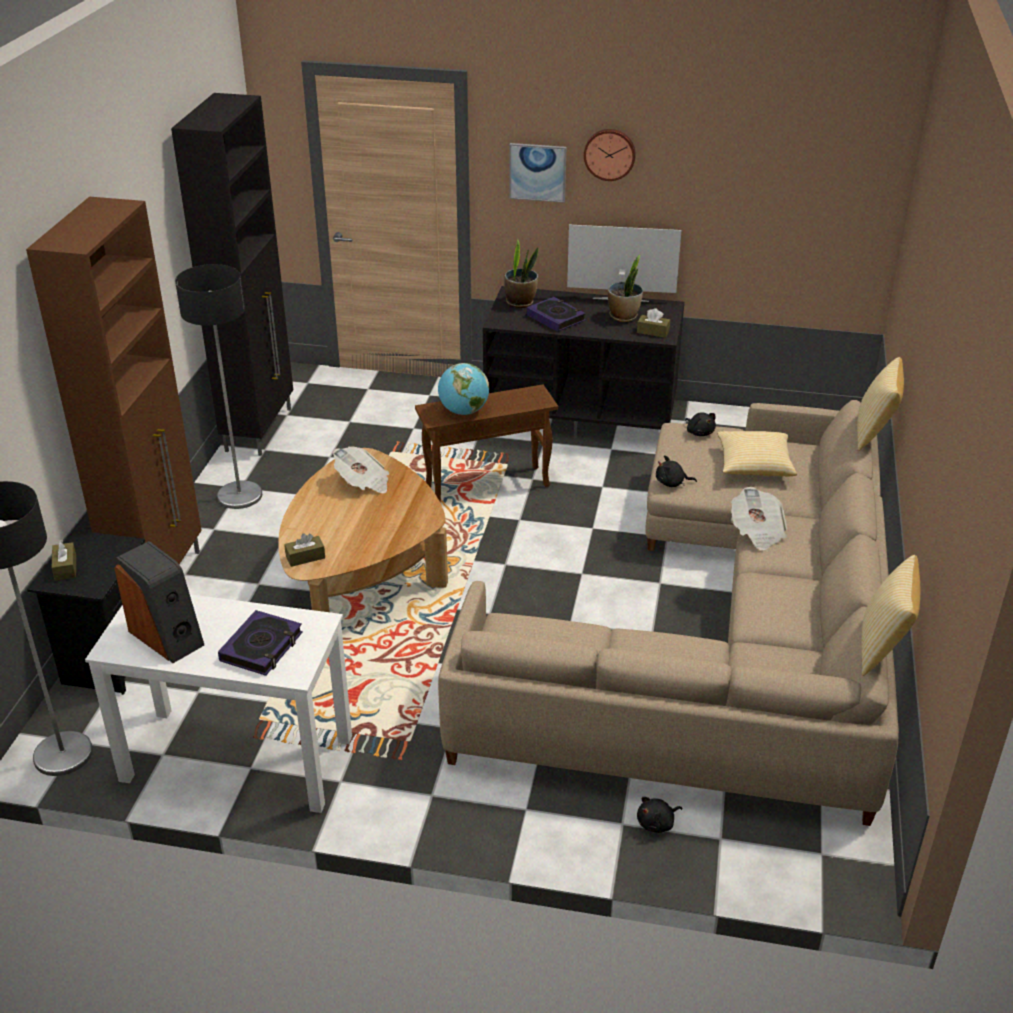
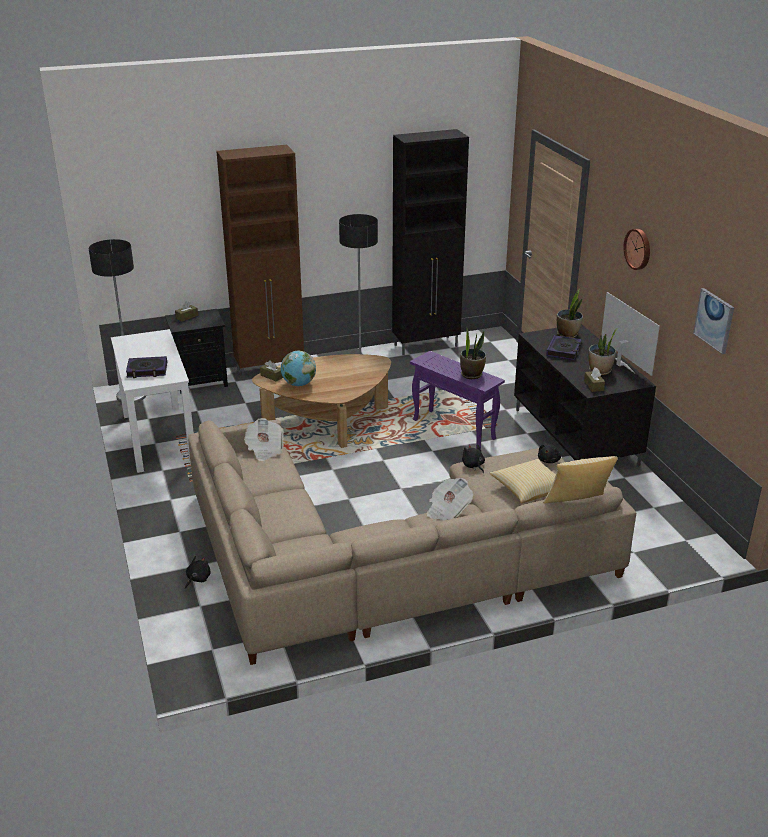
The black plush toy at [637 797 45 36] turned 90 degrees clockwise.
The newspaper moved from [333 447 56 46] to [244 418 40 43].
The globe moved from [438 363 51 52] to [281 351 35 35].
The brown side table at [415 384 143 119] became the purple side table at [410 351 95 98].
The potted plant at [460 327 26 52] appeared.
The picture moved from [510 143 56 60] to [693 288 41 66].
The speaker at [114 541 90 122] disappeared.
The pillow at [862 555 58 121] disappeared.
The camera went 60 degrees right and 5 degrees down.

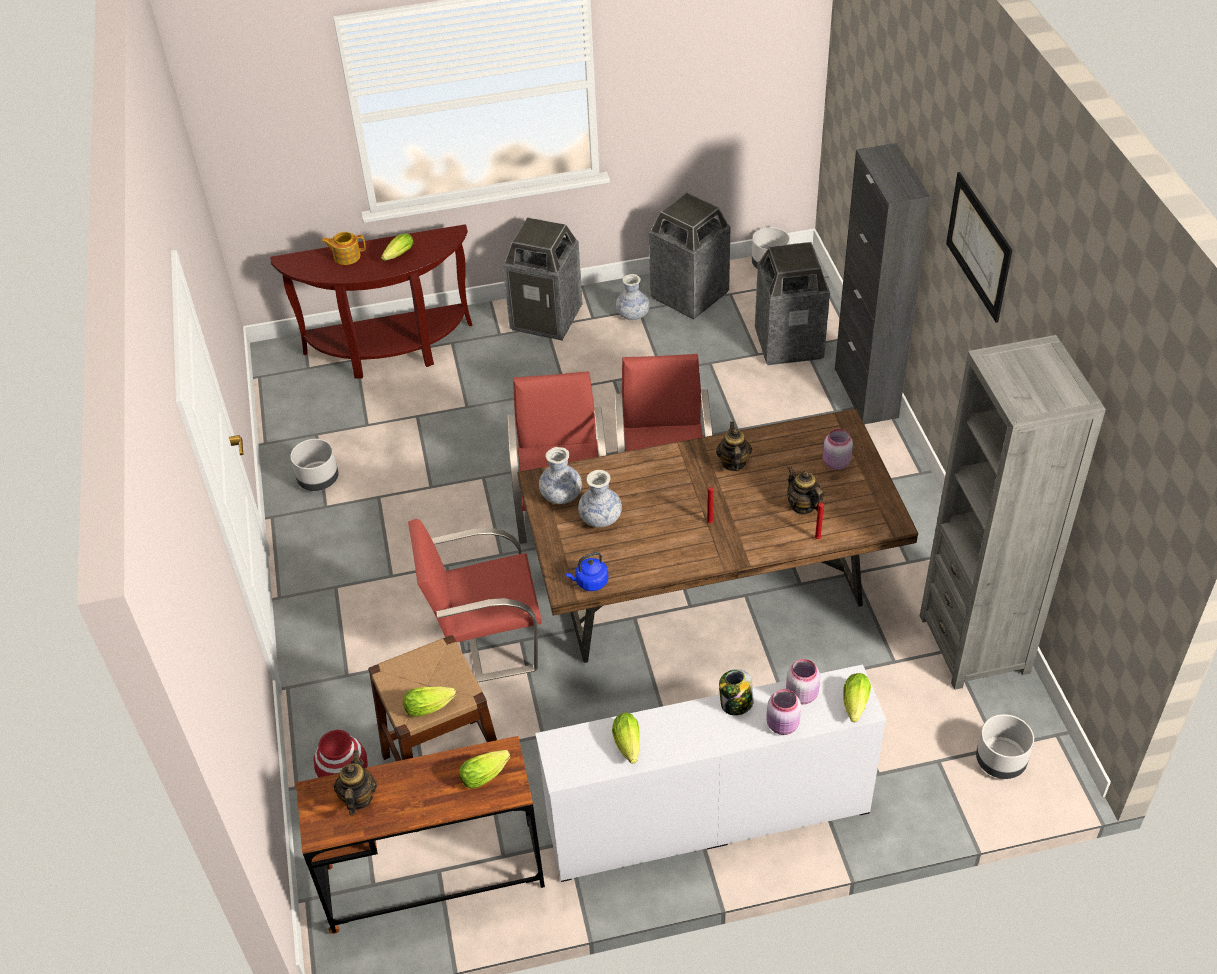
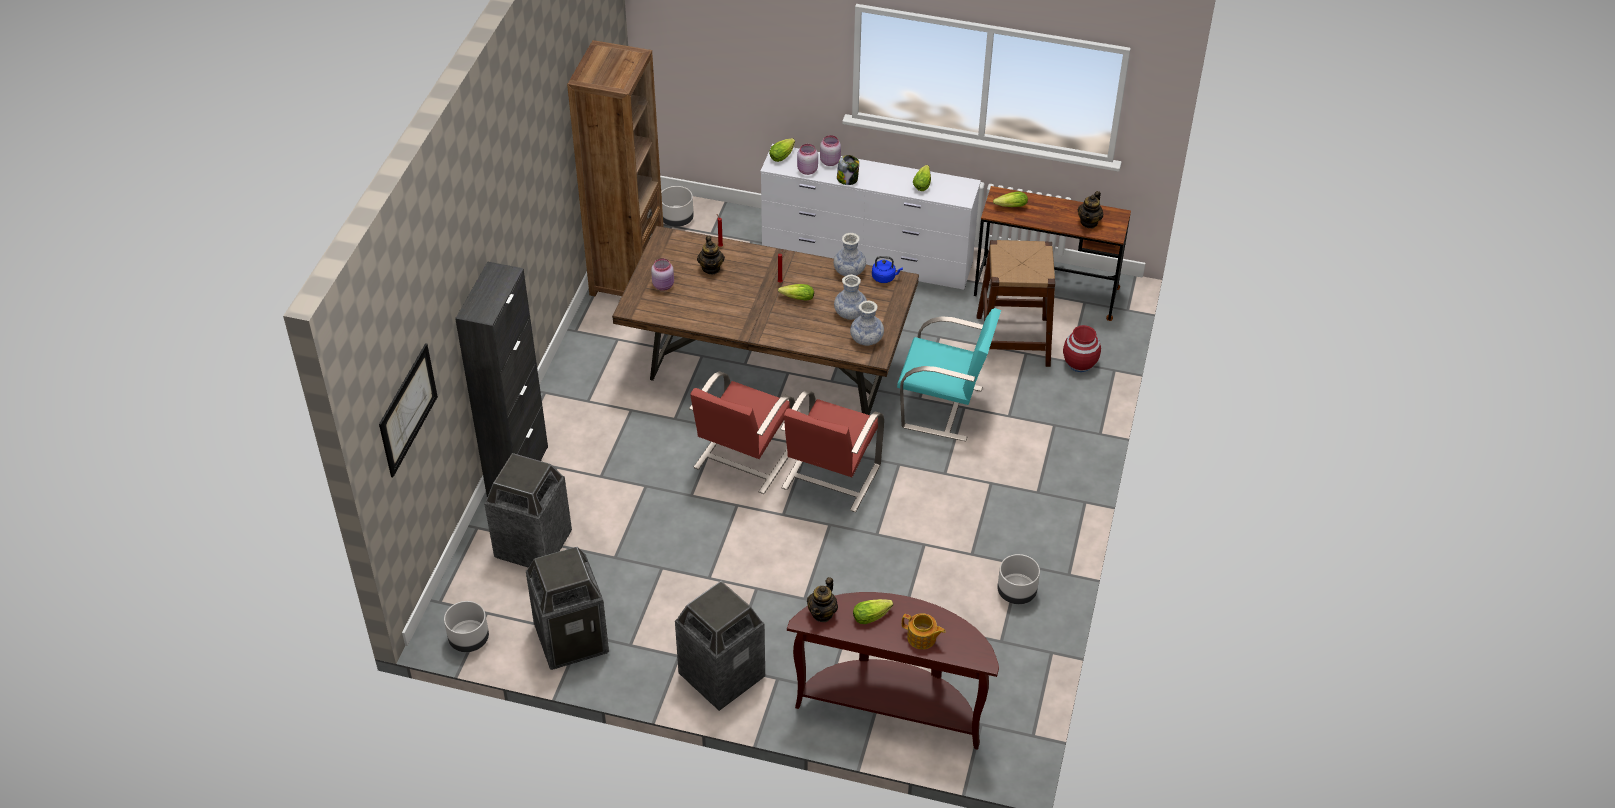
The picture moved from [946 172 67 151] to [379 343 59 134].
The grey bookcase at [920 335 186 355] became the brown bookcase at [567 40 97 257].
The lettuce moved from [403 686 53 31] to [778 284 36 17].
The teapot moved from [716 422 36 49] to [807 577 31 45].
The vase moved from [616 274 33 47] to [834 233 32 43].
The red chair at [408 519 134 163] became the turquoise chair at [897 308 104 133].
The camera went 155 degrees left and 0 degrees up.

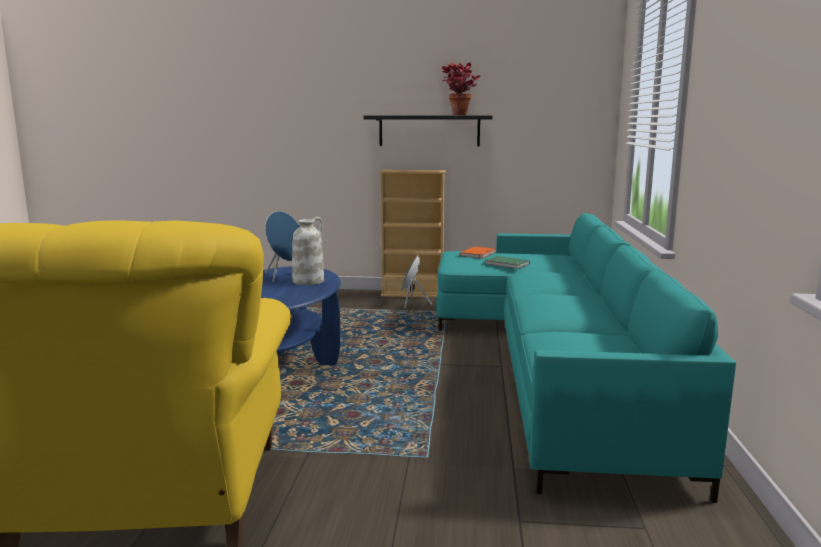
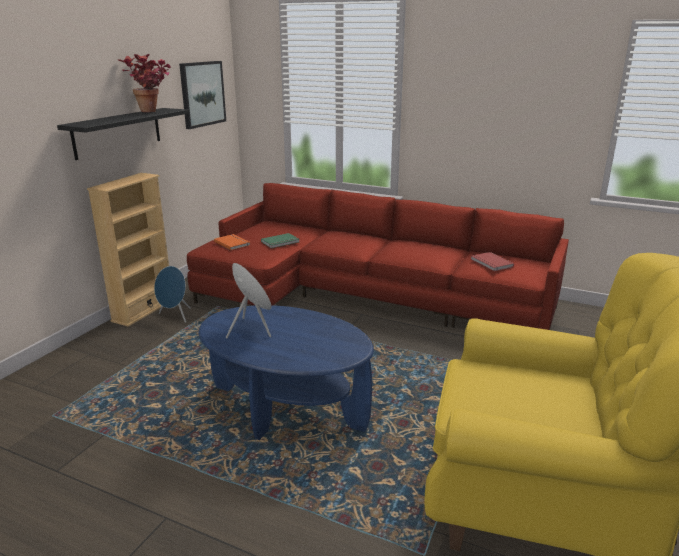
The picture at [179 61 47 68] appeared.
The turquoise sofa at [436 213 300 290] became the red sofa at [187 183 382 147].
The red book at [471 252 43 19] appeared.
The white vase at [292 217 32 68] disappeared.
The camera went 70 degrees left and 10 degrees up.

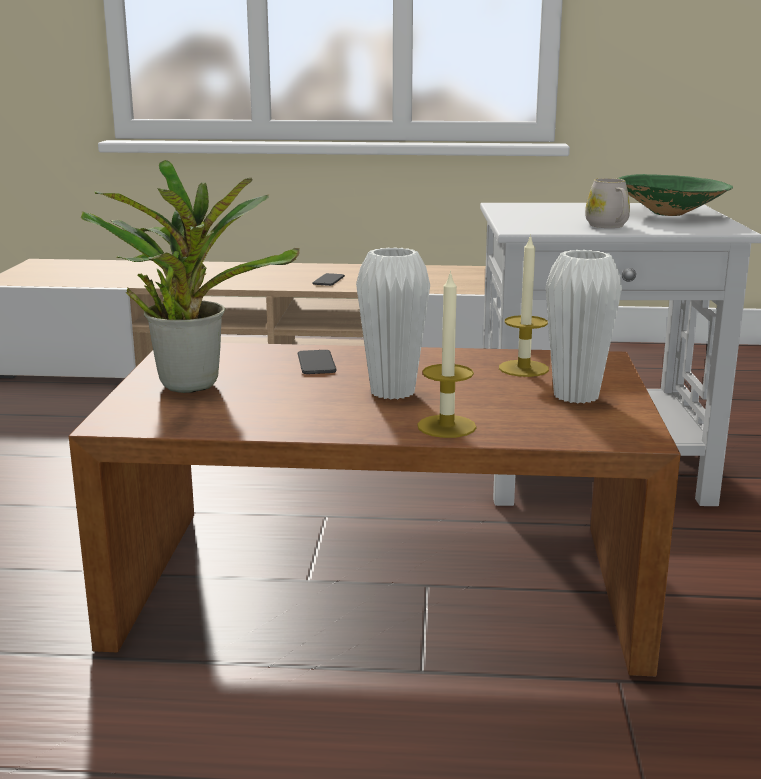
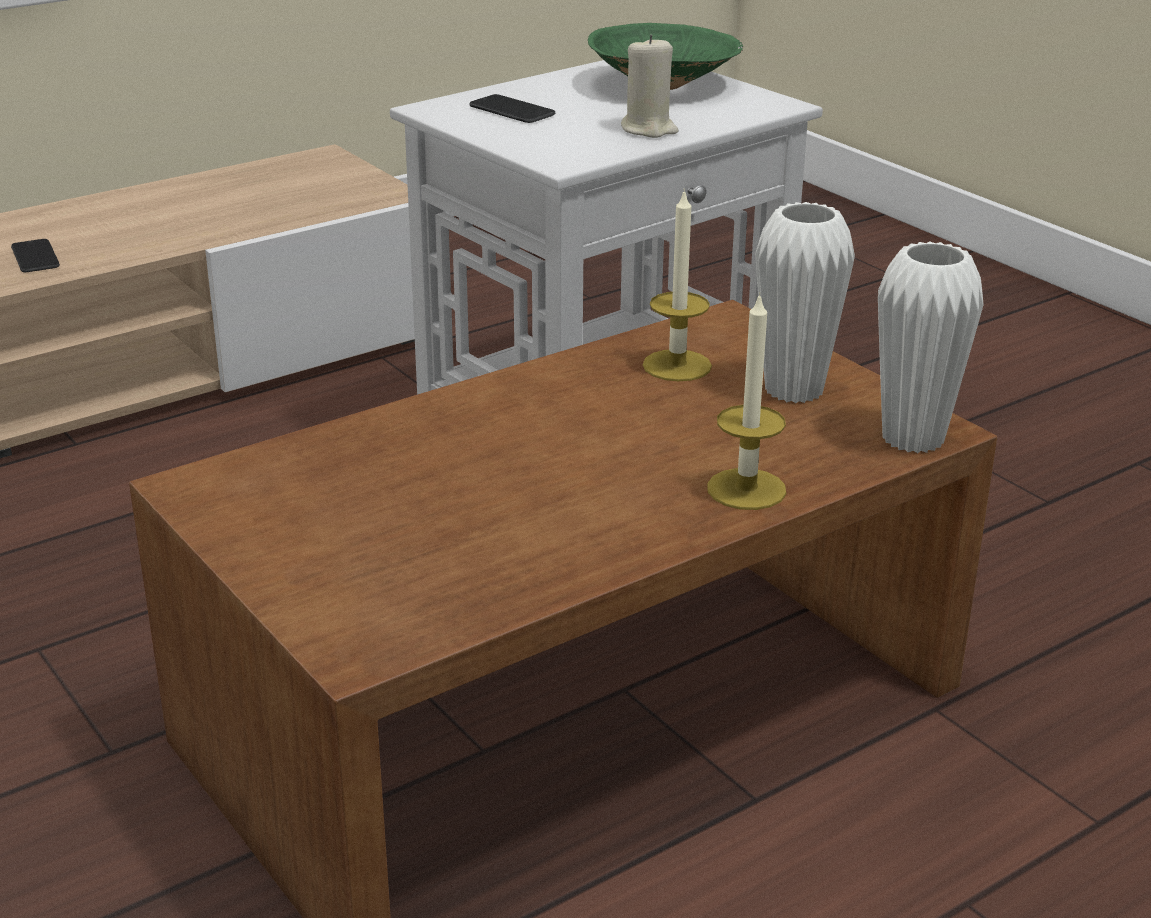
The phone moved from [298 350 39 24] to [470 94 85 29].
The white mug at [585 178 45 50] was replaced by the beige candle at [621 35 58 103].
The white vase moved from [356 247 74 152] to [878 241 106 212].
The potted plant at [81 160 219 233] disappeared.
The camera went 40 degrees left and 10 degrees up.

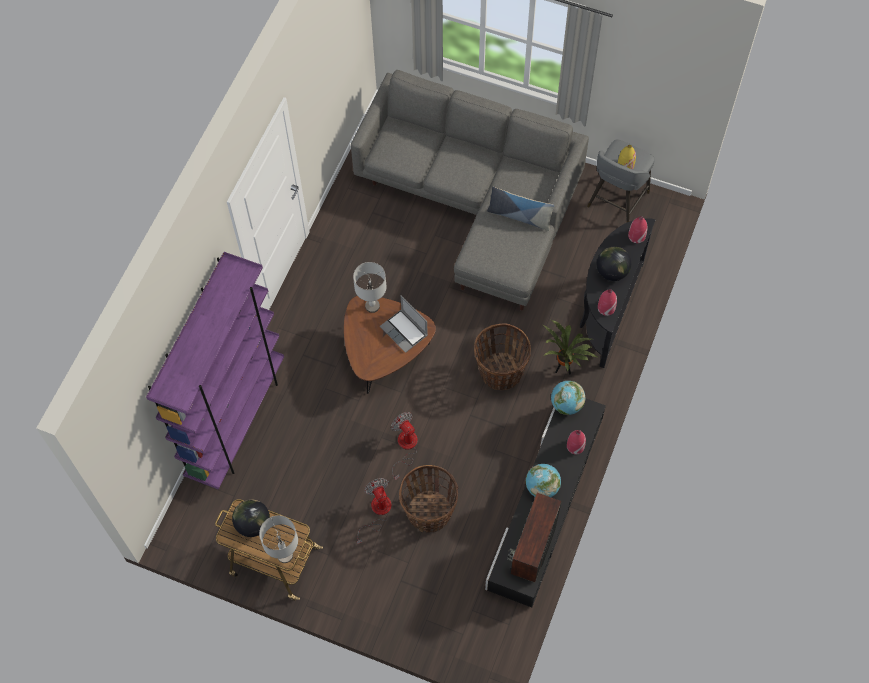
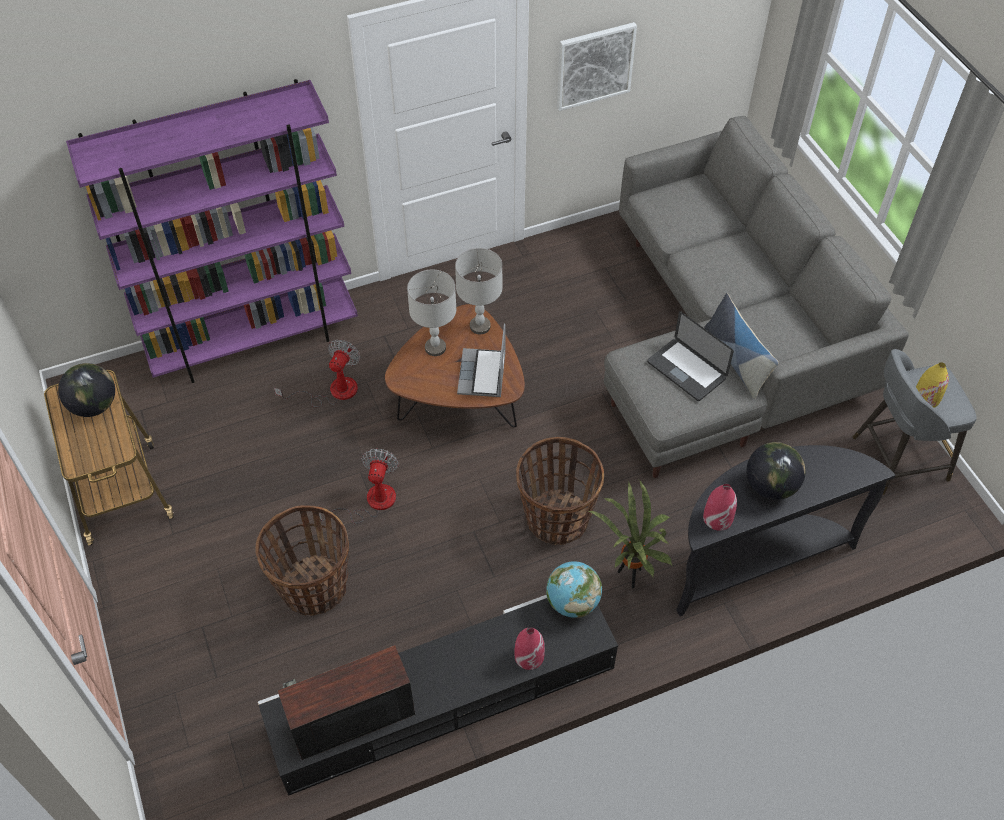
The fan moved from [357 478 35 66] to [274 339 86 68].
The grey table lamp moved from [259 516 39 47] to [407 270 49 86].
The picture at [557 22 80 89] appeared.
The laptop at [647 311 87 90] appeared.
The globe at [526 464 35 33] disappeared.
The red vase at [628 216 20 27] disappeared.
The camera went 45 degrees right and 10 degrees down.

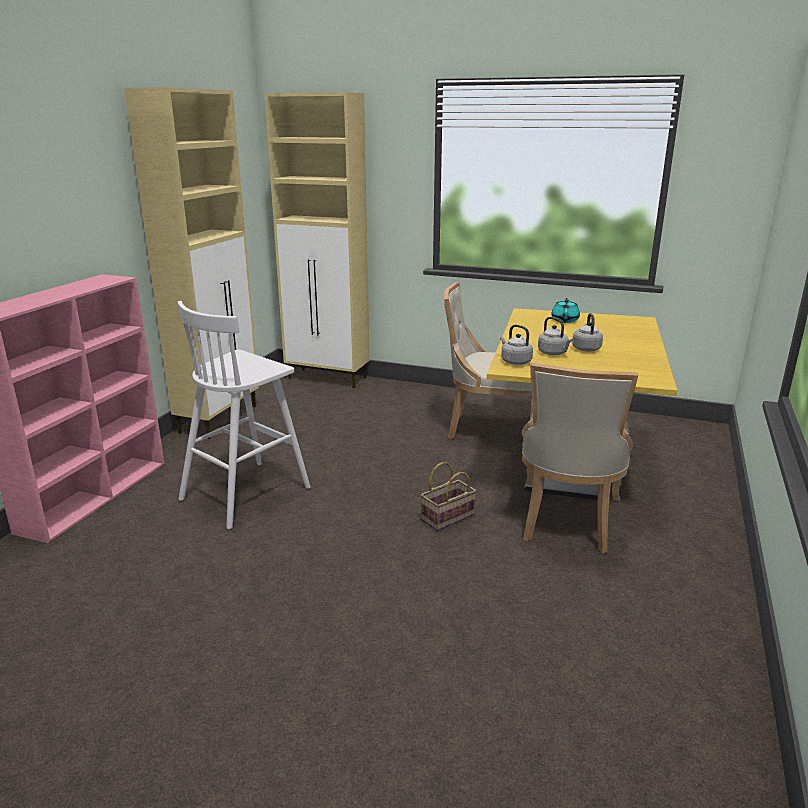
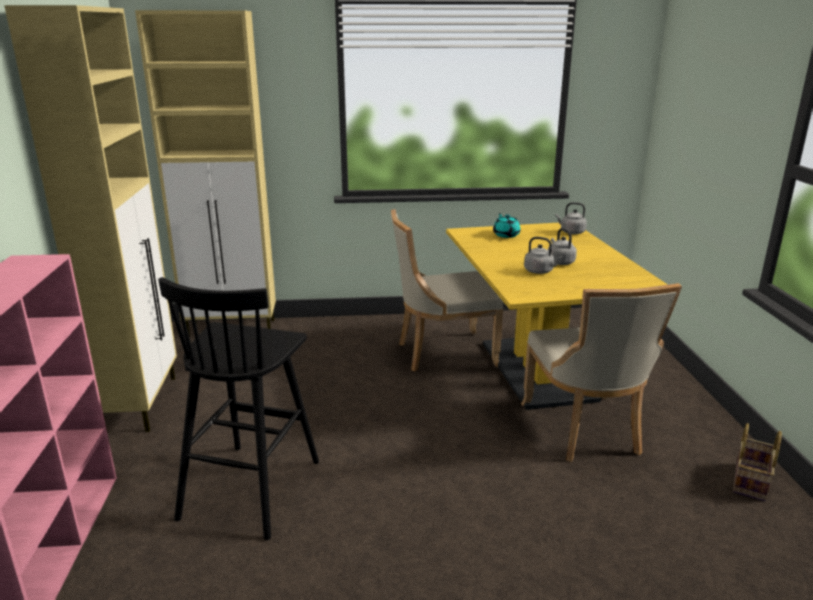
The white stool at [178 301 132 228] became the black stool at [158 277 161 263].
The grey kettle moved from [500 324 33 41] to [555 202 32 32].
The basket moved from [421 462 55 69] to [733 423 49 78].
The camera went 25 degrees left and 0 degrees up.

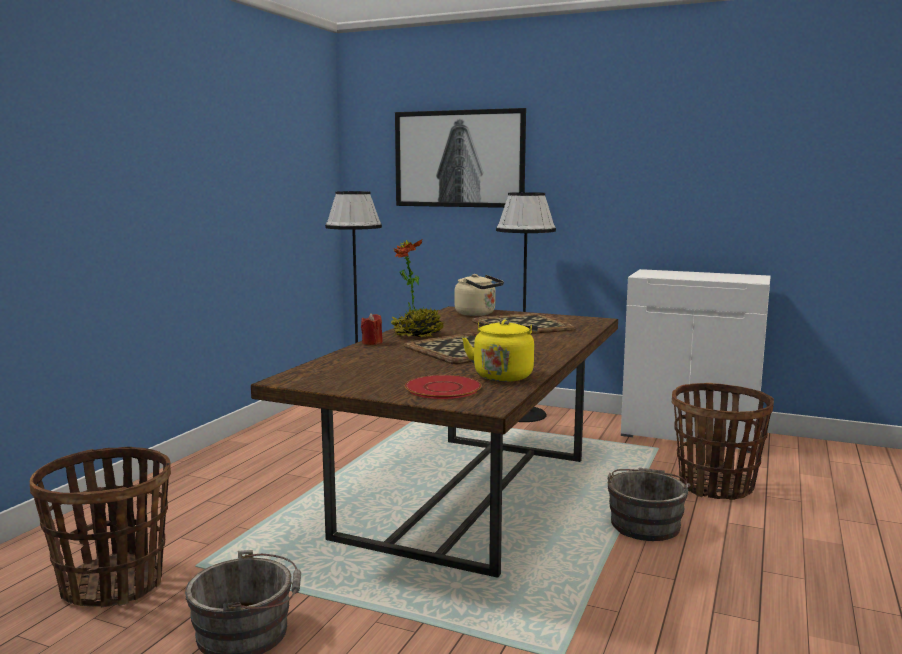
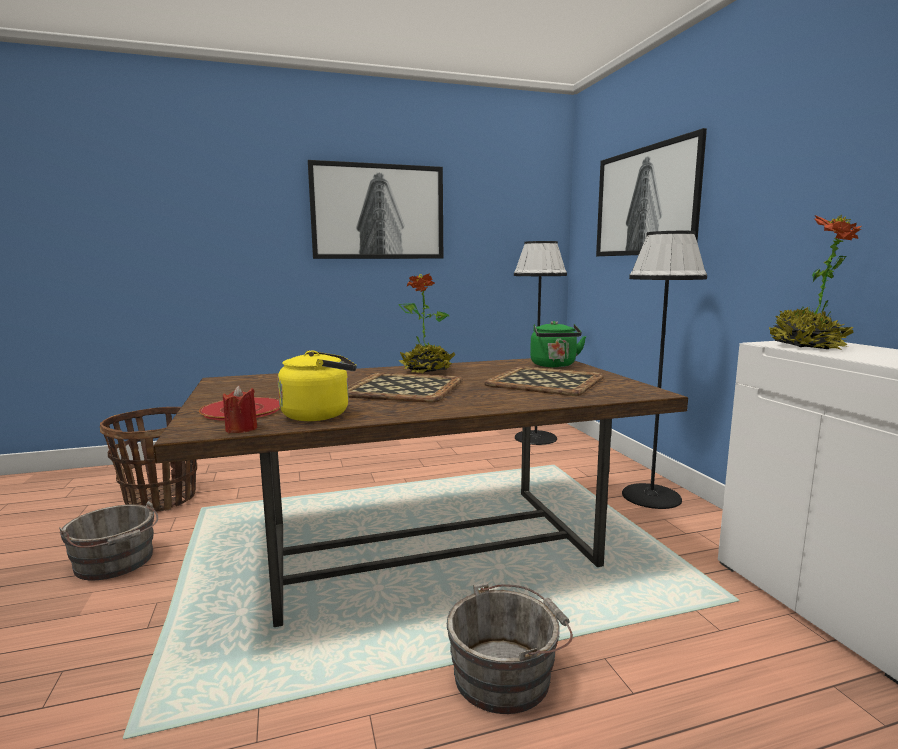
The red candle moved from [361 313 22 32] to [223 386 34 47].
The picture at [308 160 135 99] appeared.
The beige kettle at [454 274 50 42] became the green kettle at [530 321 56 46].
The potted plant at [768 215 94 135] appeared.
The basket at [672 383 102 117] disappeared.
The camera went 50 degrees right and 0 degrees up.

